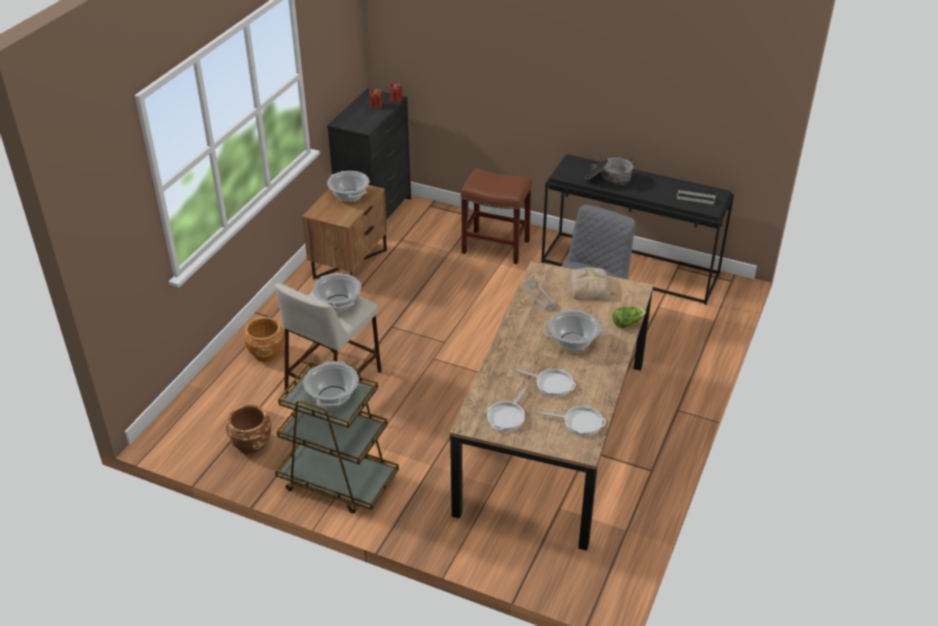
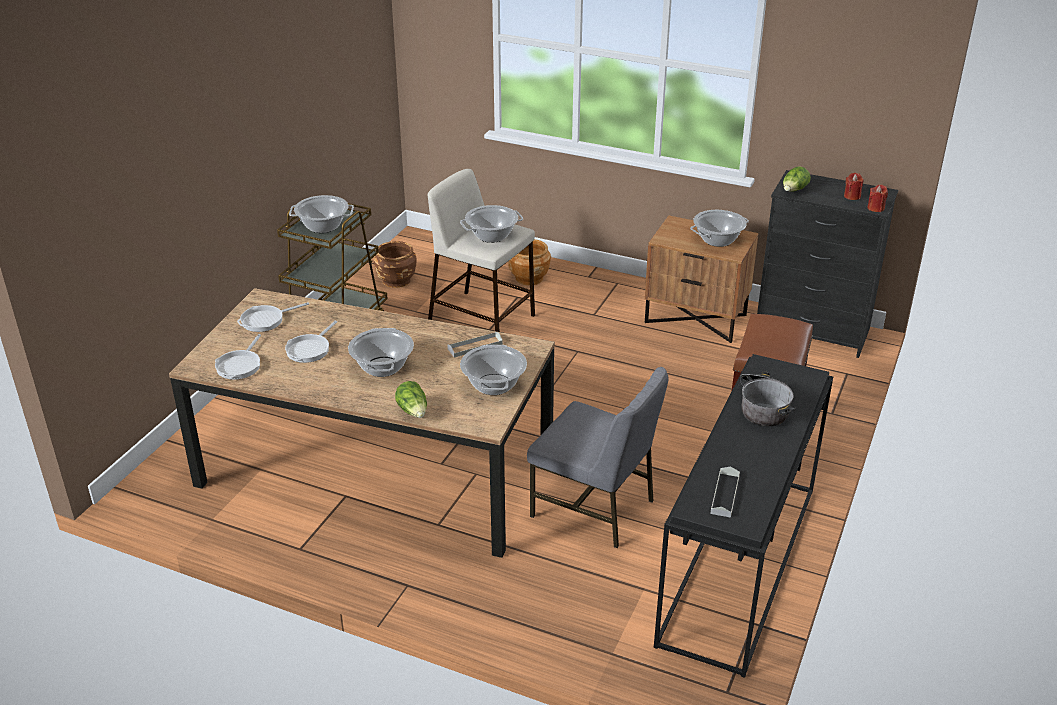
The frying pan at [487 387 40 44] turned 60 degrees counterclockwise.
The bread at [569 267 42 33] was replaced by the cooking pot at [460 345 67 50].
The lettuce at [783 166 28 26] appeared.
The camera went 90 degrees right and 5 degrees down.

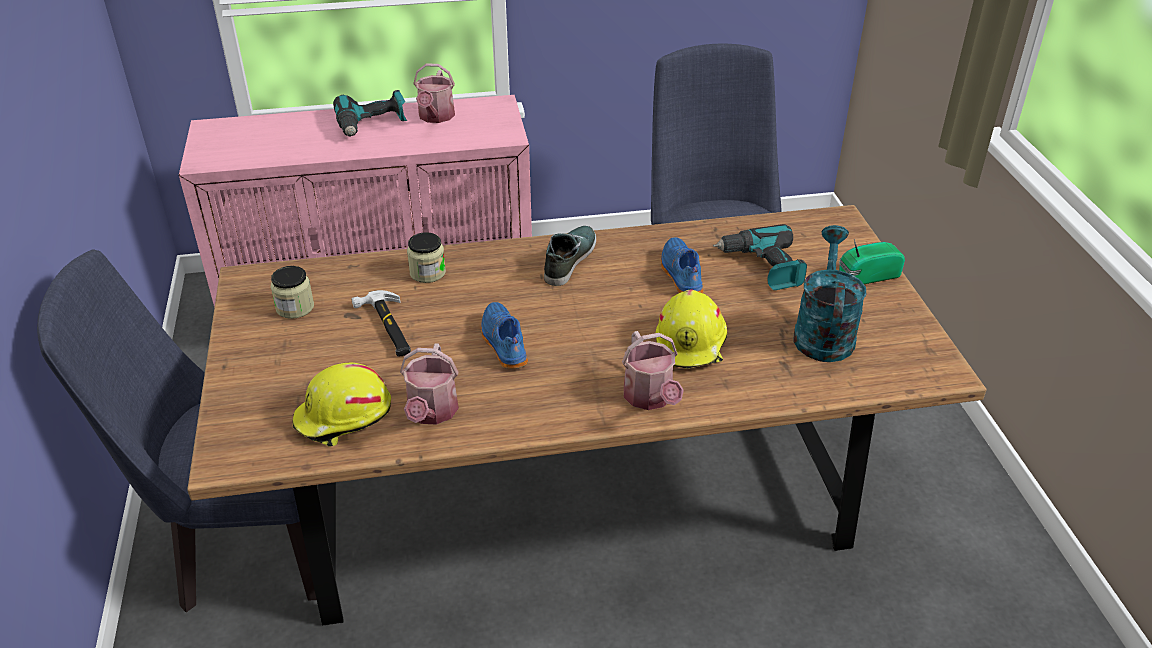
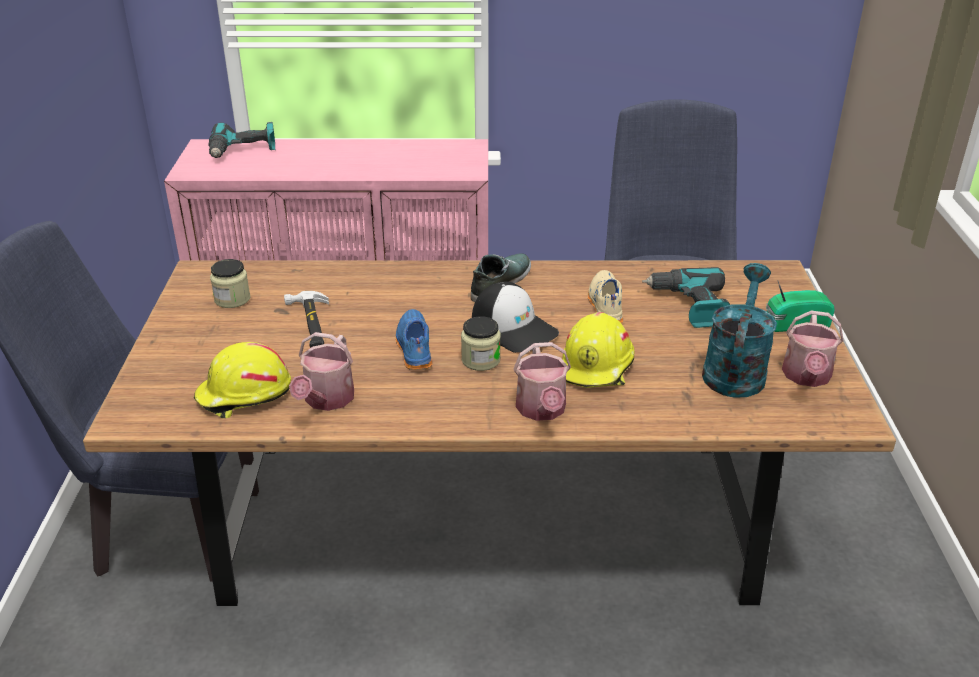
The power drill moved from [333 90 74 46] to [209 122 66 36].
The jar moved from [407 232 39 51] to [461 316 40 55].
The cap at [472 282 87 71] appeared.
The blue shoe at [661 237 43 56] became the beige shoe at [588 270 35 53].
The watering can moved from [413 63 42 60] to [782 311 61 76].
The camera went 10 degrees right and 5 degrees down.

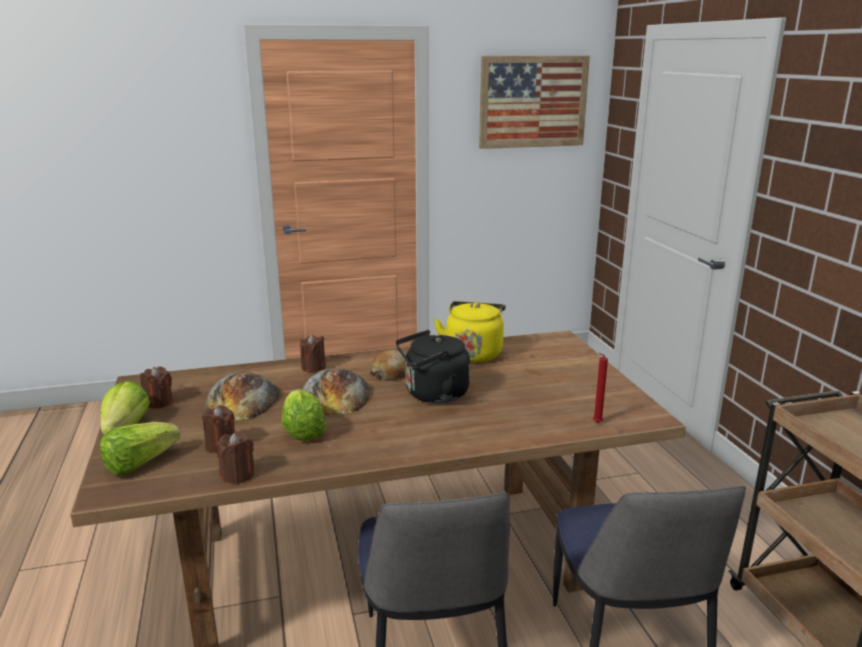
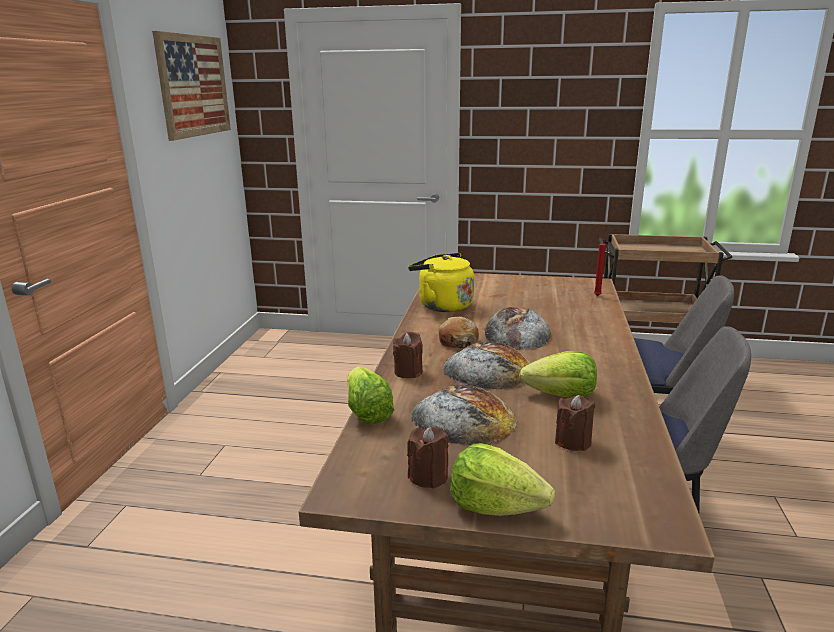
The lettuce moved from [100 422 80 54] to [347 366 47 58].
The black kettle at [396 330 74 74] was replaced by the bread at [484 307 67 43].
The brown candle at [217 433 37 51] disappeared.
The camera went 65 degrees left and 0 degrees up.

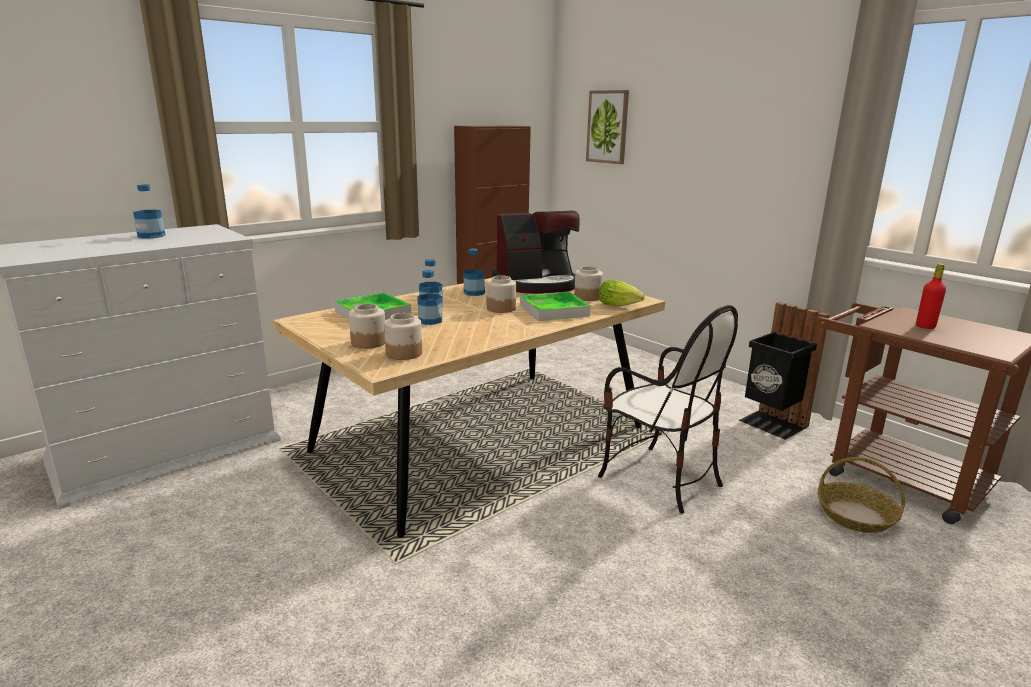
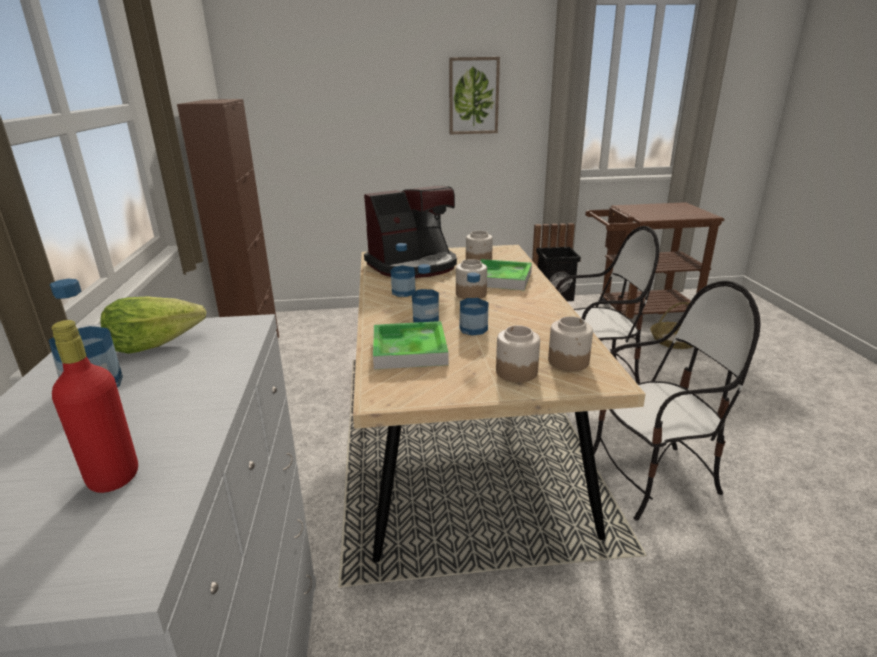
The red bottle moved from [916 264 30 65] to [51 320 87 173].
The lettuce moved from [599 280 46 26] to [100 296 106 58].
The coffee machine at [492 211 88 83] turned 45 degrees clockwise.
The picture moved from [586 90 43 74] to [449 57 51 77].
The chair at [593 281 168 239] appeared.
The camera went 55 degrees left and 5 degrees up.

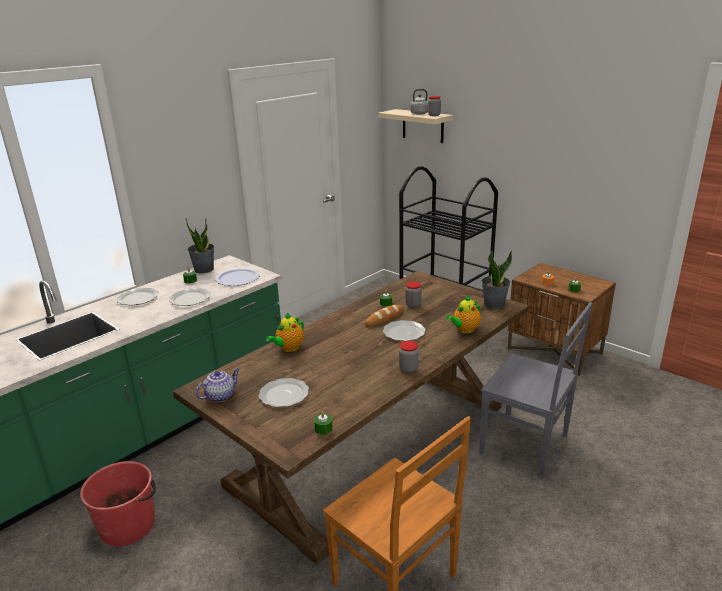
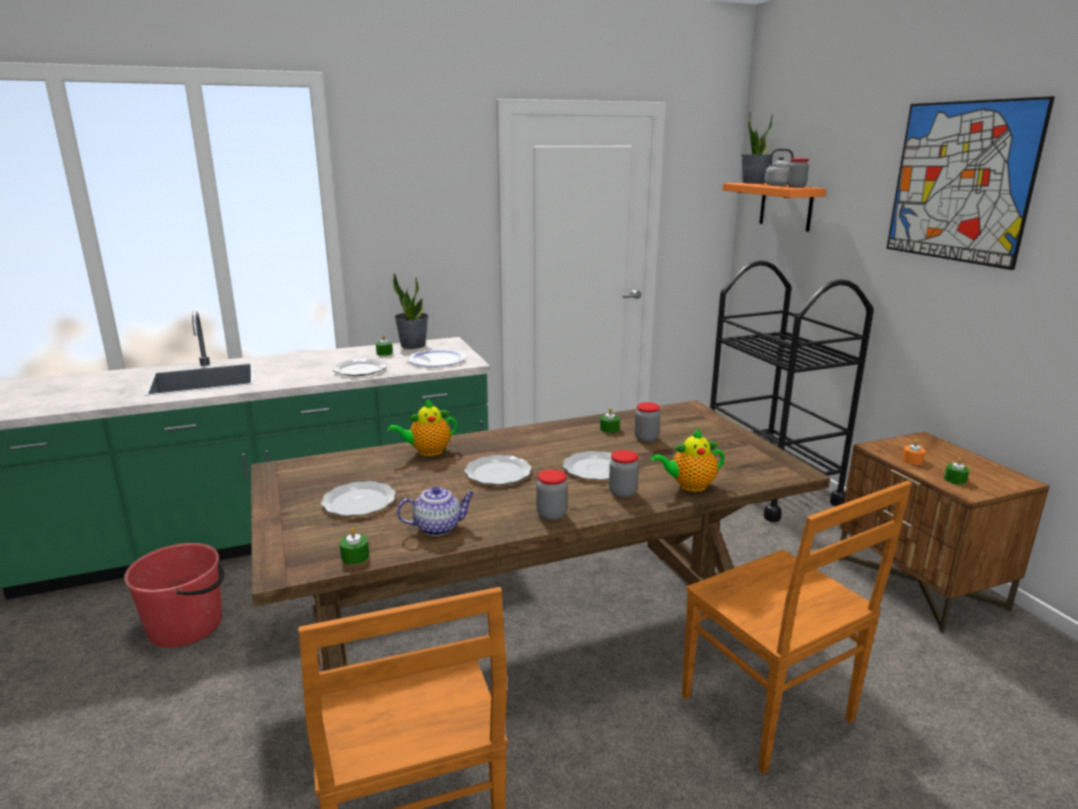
The teapot moved from [195 368 45 34] to [397 486 78 50].
The plate moved from [117 288 42 18] to [464 455 68 30].
The jar at [609 450 30 48] appeared.
The grey chair at [480 302 113 176] became the brown chair at [682 481 230 293].
The beige shelf at [378 109 75 34] became the orange shelf at [723 183 103 49].
The potted plant moved from [481 251 31 58] to [741 113 32 71].
The picture at [886 96 169 174] appeared.
The bread at [365 305 39 21] disappeared.
The camera went 25 degrees right and 5 degrees down.

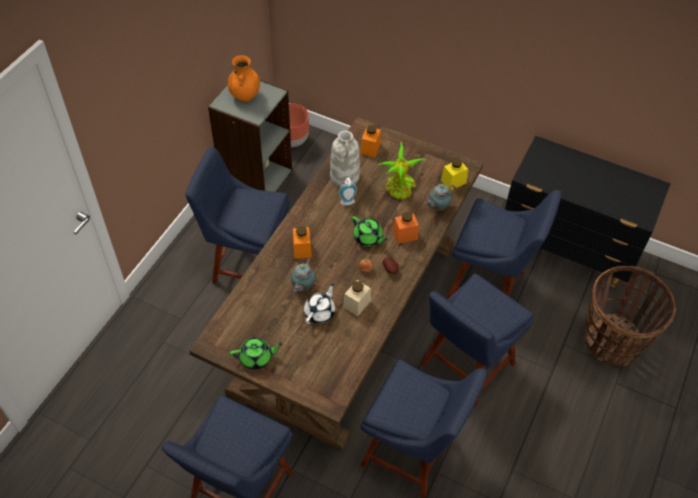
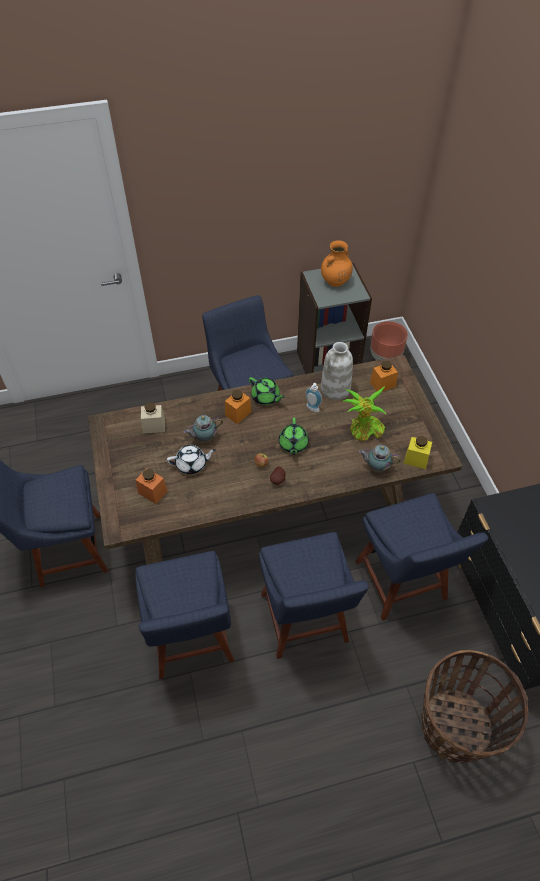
The orange jar moved from [393 212 26 32] to [136 468 31 36].
The beige jar moved from [343 280 28 36] to [141 402 24 32].
The green teapot moved from [230 337 53 32] to [249 377 36 28].
The blue chair at [421 273 112 134] turned 105 degrees counterclockwise.
The camera went 50 degrees right and 0 degrees up.

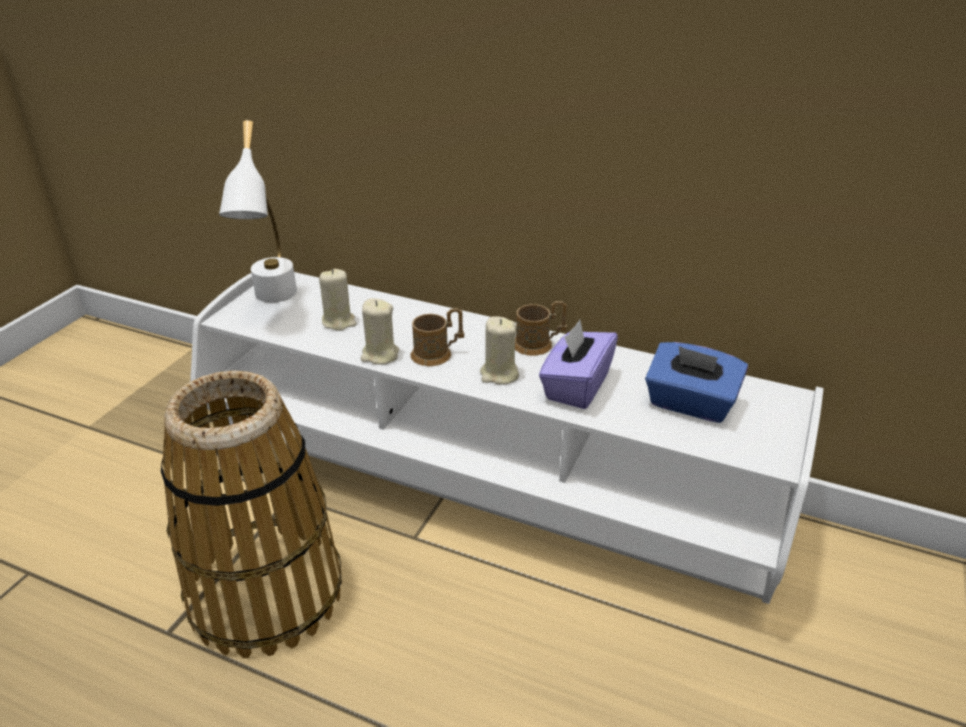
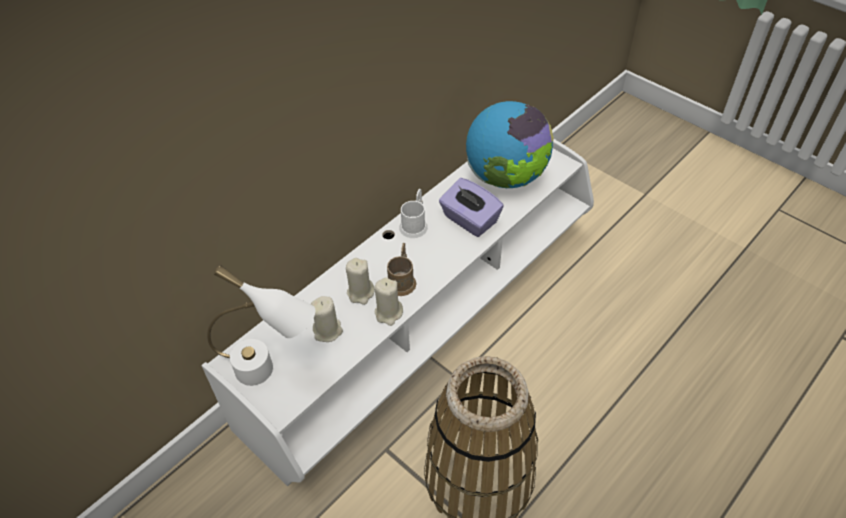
The beige candle moved from [480 317 39 68] to [346 258 29 47].
The brown mug at [515 301 52 55] became the white mug at [399 189 29 49].
The blue tissue box at [645 342 103 81] was replaced by the globe at [466 101 88 87].
The camera went 70 degrees left and 15 degrees up.

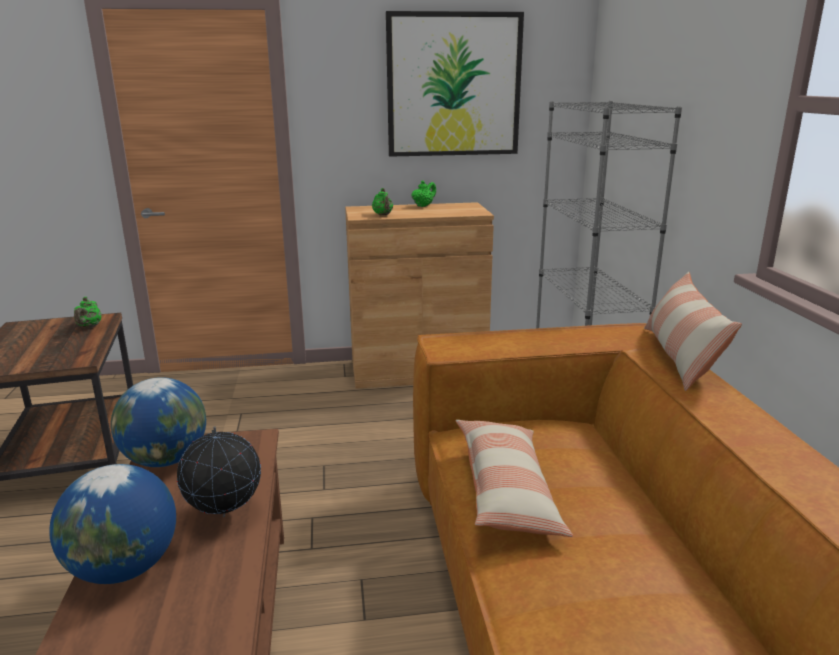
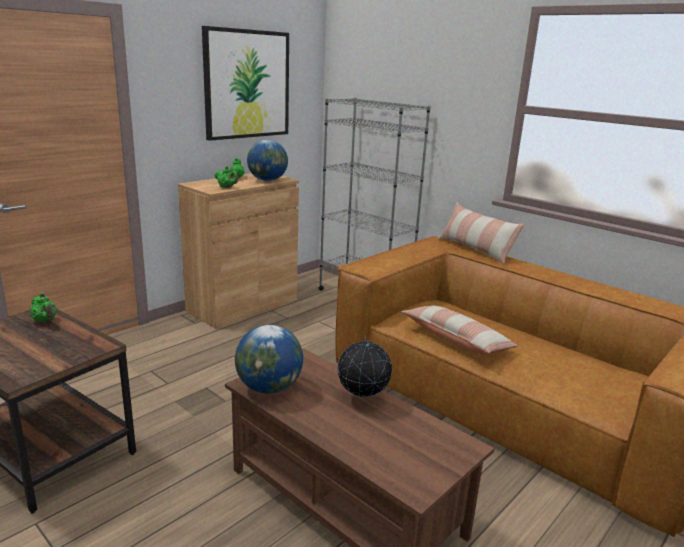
The globe moved from [49 464 127 120] to [247 140 41 41].
The camera went 40 degrees left and 0 degrees up.

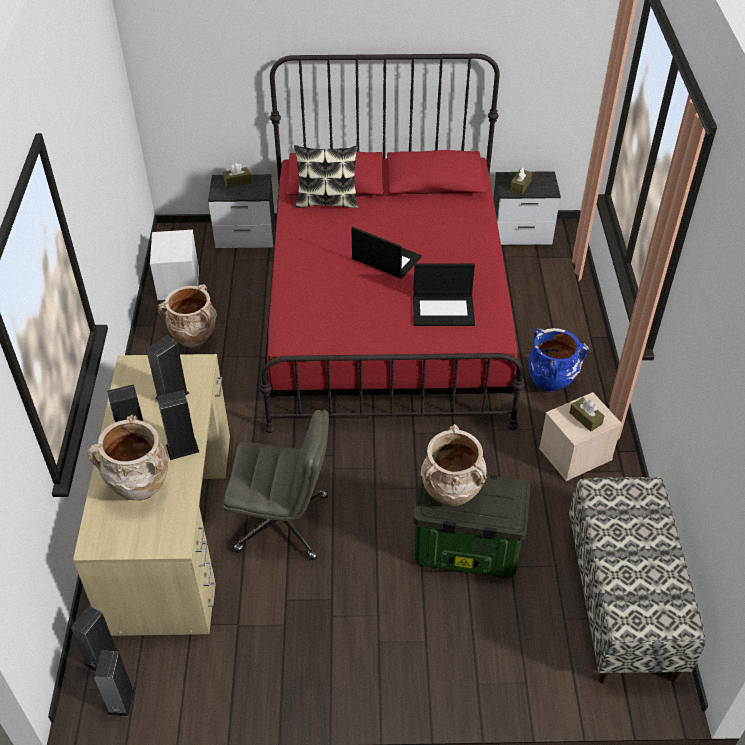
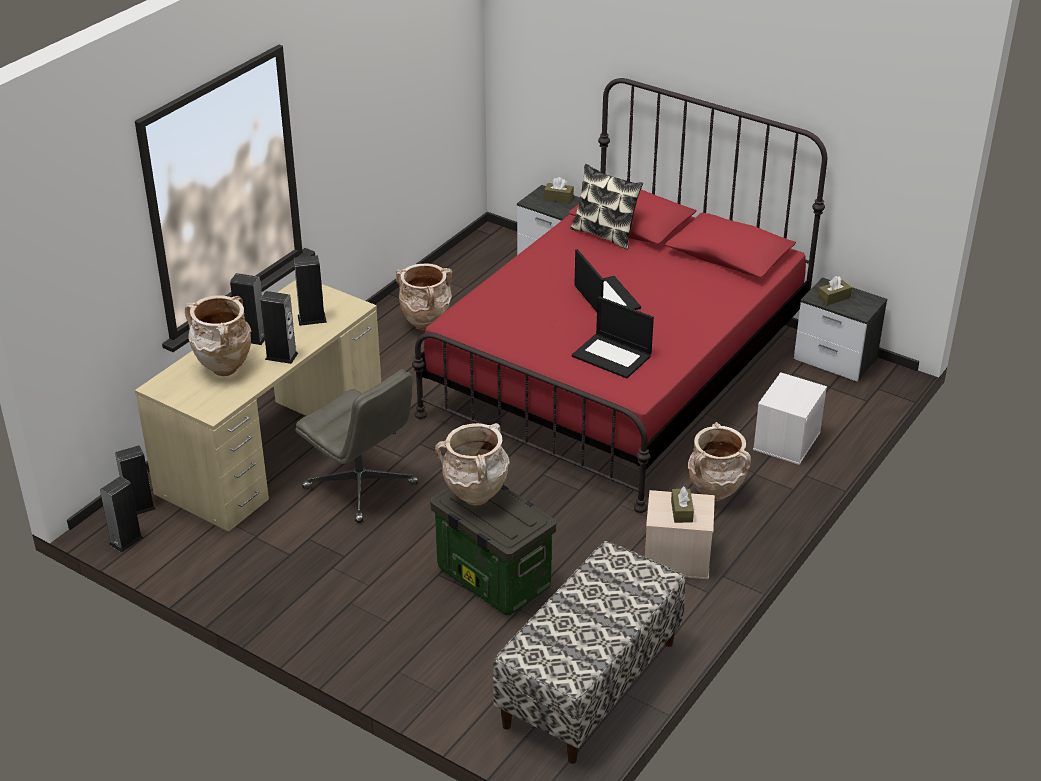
The blue vase at [528 328 61 64] became the beige vase at [688 422 63 79].
The white storage box moved from [150 230 49 70] to [753 372 74 93].
The camera went 35 degrees right and 10 degrees down.

